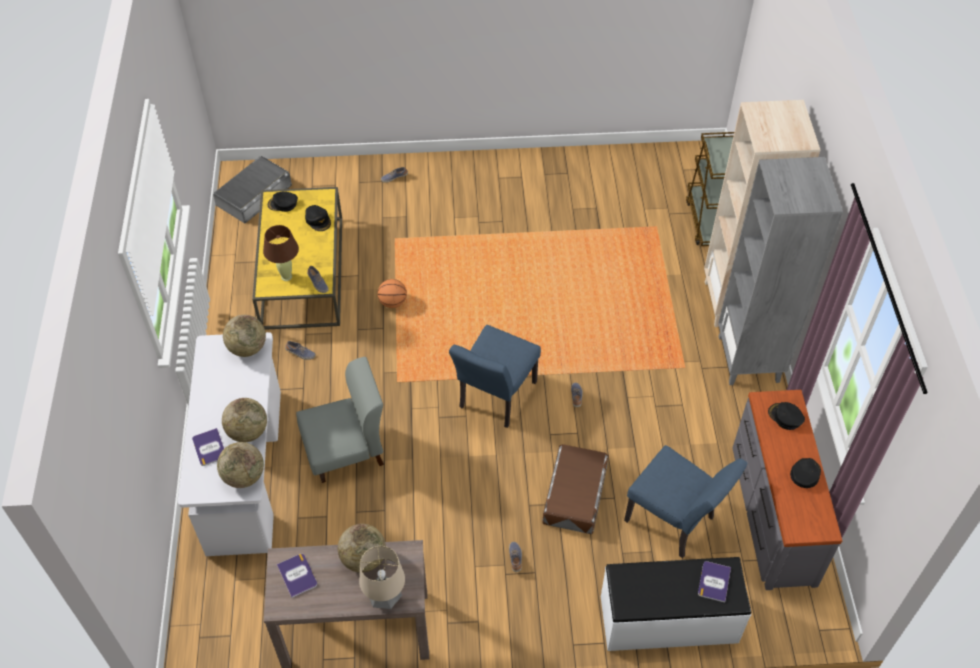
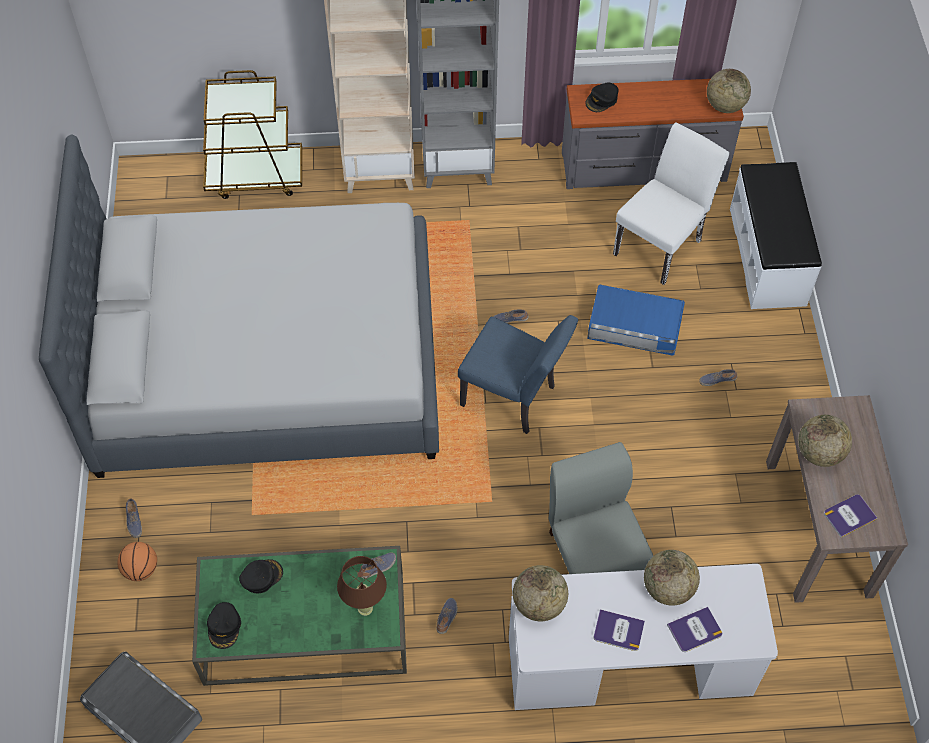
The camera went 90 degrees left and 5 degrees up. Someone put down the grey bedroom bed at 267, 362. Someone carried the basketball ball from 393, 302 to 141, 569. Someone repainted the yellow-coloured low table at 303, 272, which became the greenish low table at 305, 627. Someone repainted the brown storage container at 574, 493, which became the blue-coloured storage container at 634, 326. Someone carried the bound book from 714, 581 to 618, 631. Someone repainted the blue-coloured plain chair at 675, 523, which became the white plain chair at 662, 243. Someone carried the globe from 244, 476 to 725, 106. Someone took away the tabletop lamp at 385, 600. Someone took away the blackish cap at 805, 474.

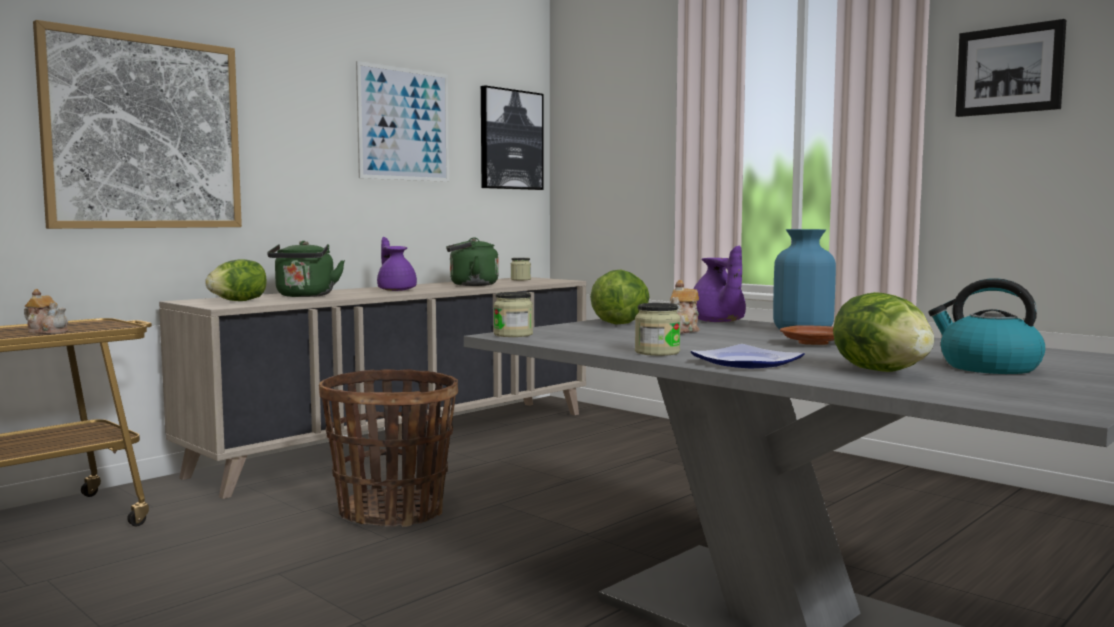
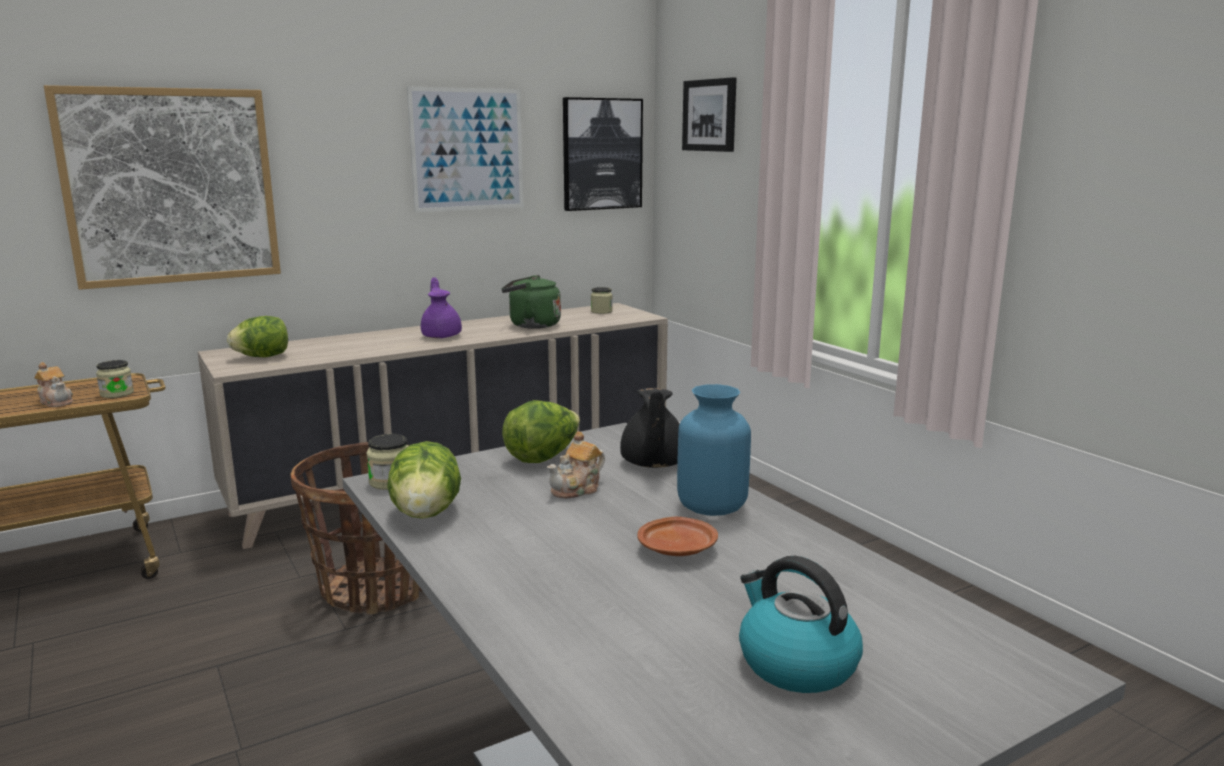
The camera went 15 degrees right and 10 degrees up. Someone carried the jar from 657, 352 to 117, 394. Someone carried the lettuce head from 881, 371 to 426, 514. Someone repainted the purple-coloured tea pot at 717, 322, which became the blackish tea pot at 651, 463. Someone carried the wall picture from 1009, 70 to 710, 115. Someone took away the greenish water kettle at 304, 296. Someone took away the plate at 744, 363.

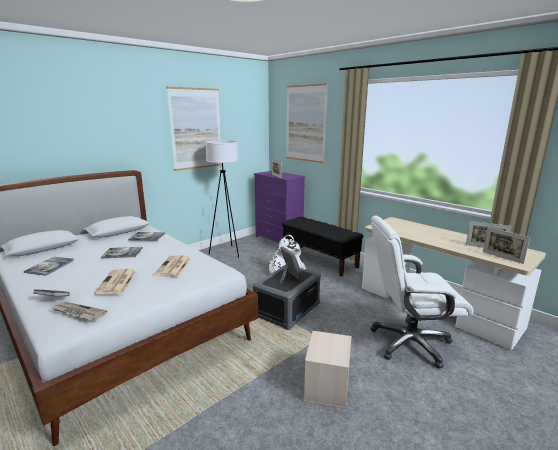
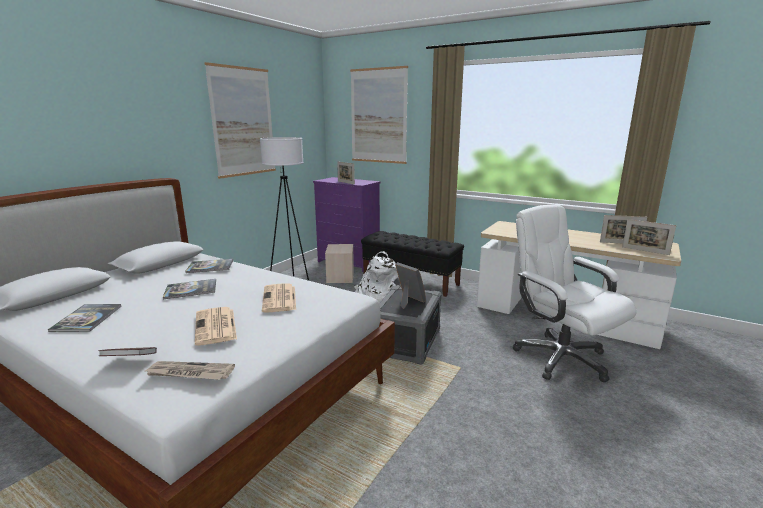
The camera went 15 degrees left and 0 degrees up. Someone carried the beige storage container from 328, 387 to 340, 277. Someone rotated the white office chair at 409, 343 by 75 degrees clockwise.

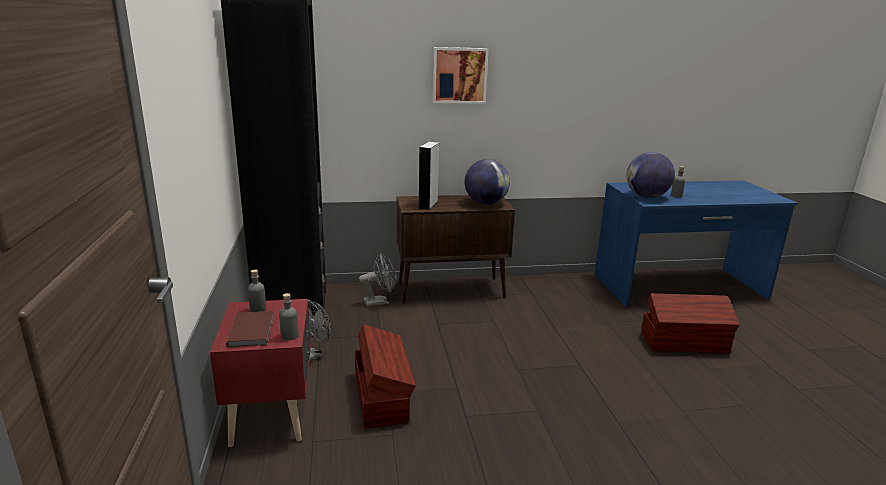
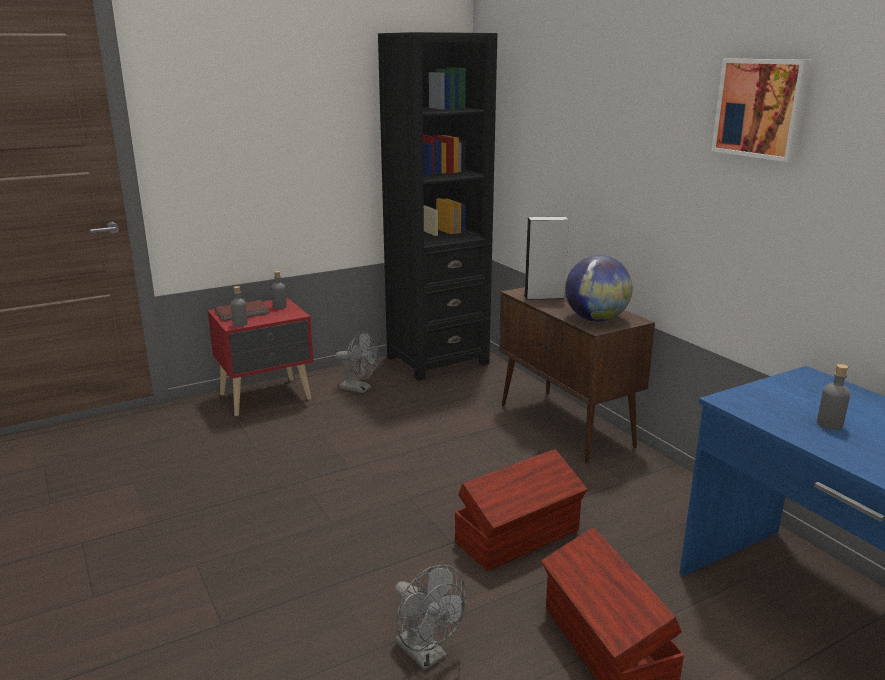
The camera went 70 degrees right and 0 degrees up. Someone carried the grey electric fan from 380, 302 to 426, 655. Someone carried the brown storage container from 382, 396 to 519, 536. Someone carried the wall picture from 459, 75 to 762, 108. Someone took away the globe at 646, 196.

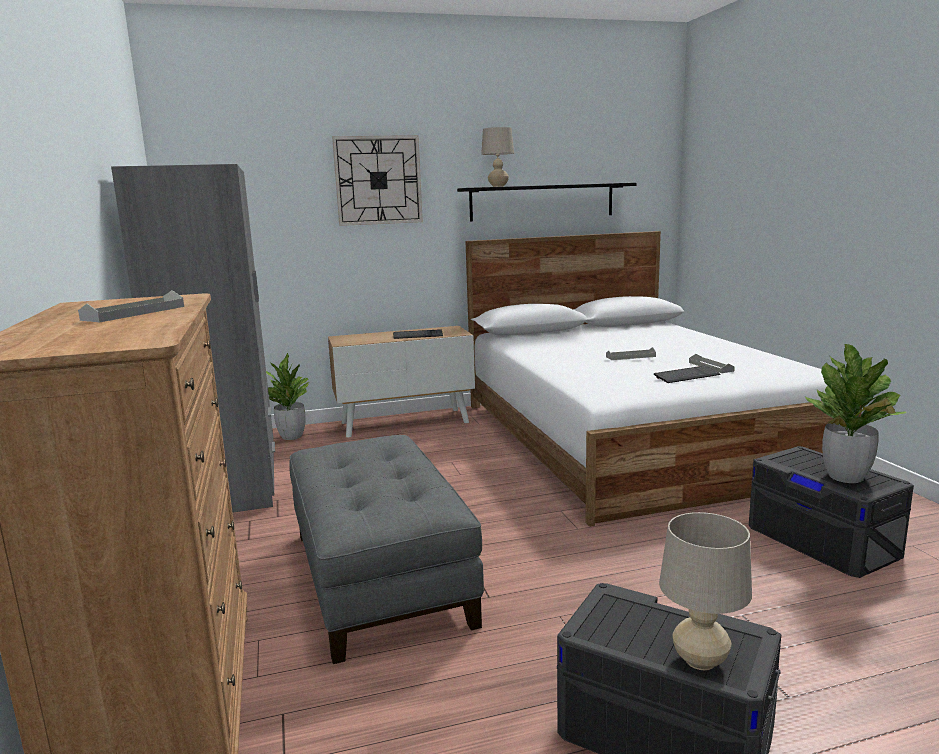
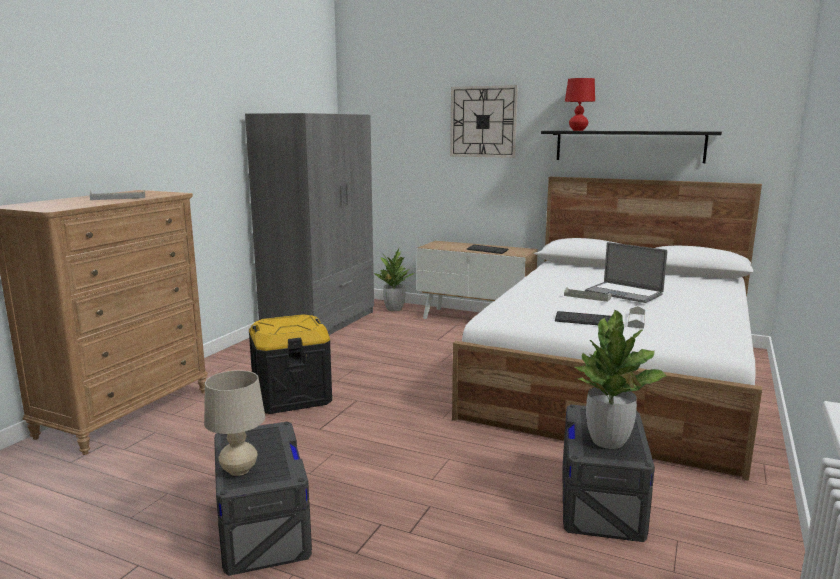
The camera went 40 degrees right and 0 degrees up. Someone swapped the grey ottoman at 377, 577 for the blackish storage container at 291, 396. Someone repainted the beige tabletop lamp at 498, 186, which became the red tabletop lamp at 578, 130. Someone put down the notebook computer at 623, 293.

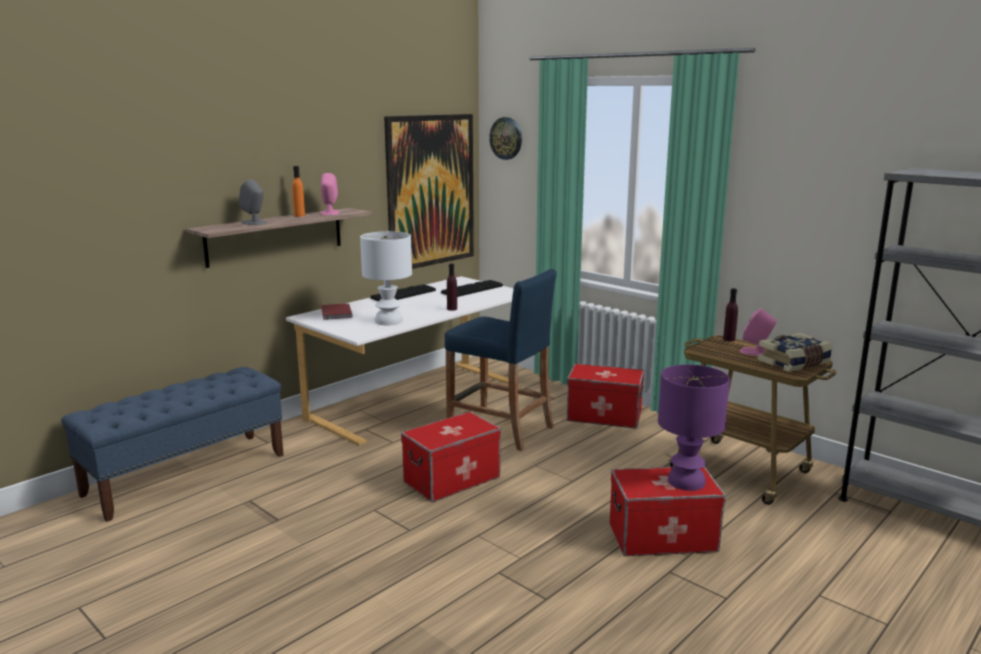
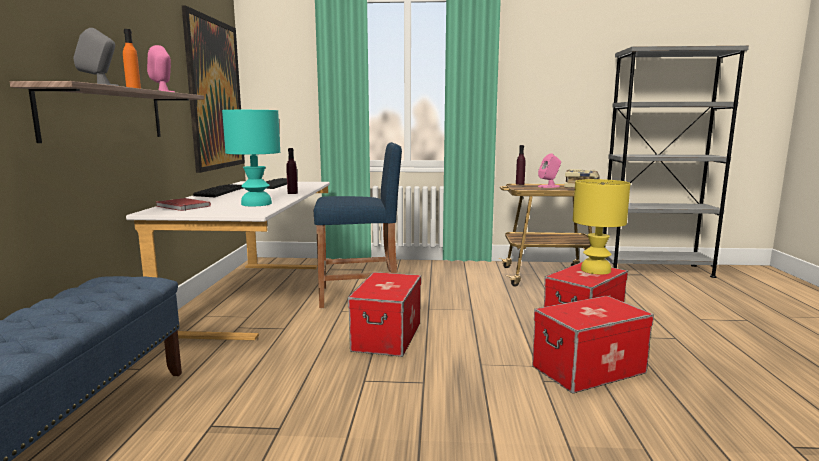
The camera went 40 degrees left and 5 degrees down. Someone repainted the white tabletop lamp at 388, 321, which became the blue-green tabletop lamp at 256, 204. Someone carried the storage container from 604, 416 to 588, 369. Someone repainted the purple-coloured tabletop lamp at 685, 481, which became the yellow-coloured tabletop lamp at 594, 270. Someone took away the clock on the wall at 506, 138.

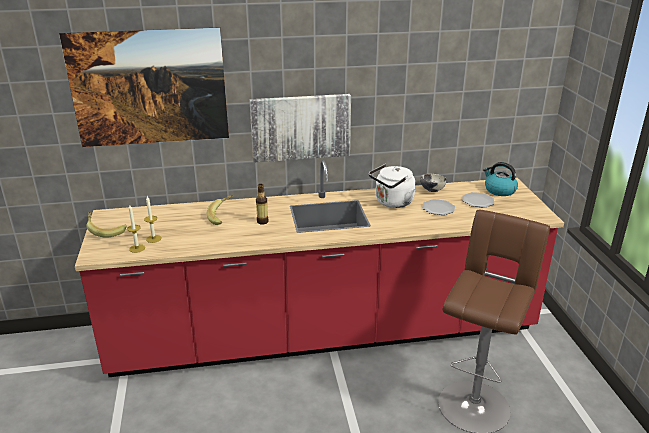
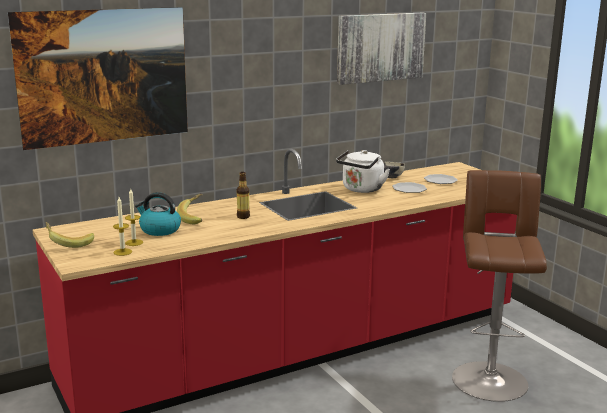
The camera went 20 degrees left and 10 degrees down. Someone carried the water kettle from 499, 190 to 159, 230. Someone carried the wall picture from 300, 127 to 380, 47.

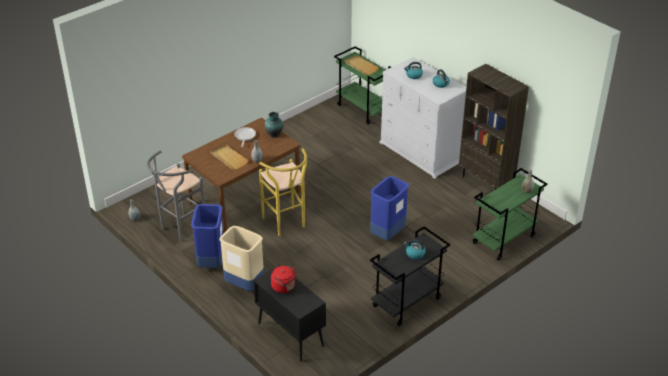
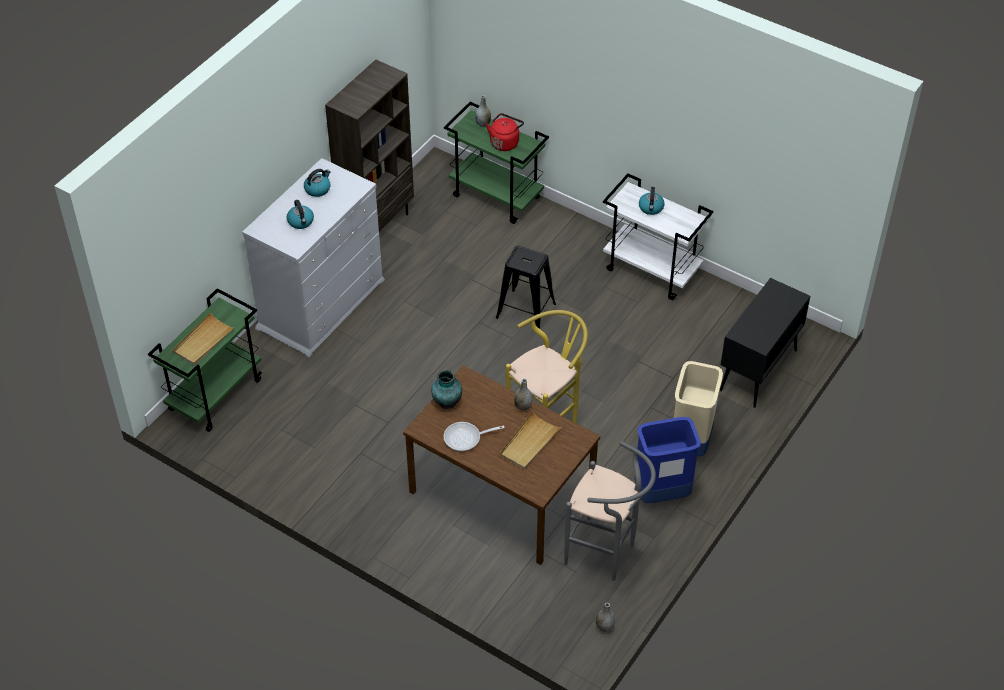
The camera went 105 degrees left and 10 degrees up. Someone carried the red water kettle from 284, 287 to 505, 142. Someone swapped the blue-coloured rubbish bin at 387, 234 for the blackish sitting stool at 526, 311. Someone repainted the blackish trolley at 406, 303, which became the white trolley at 652, 271.

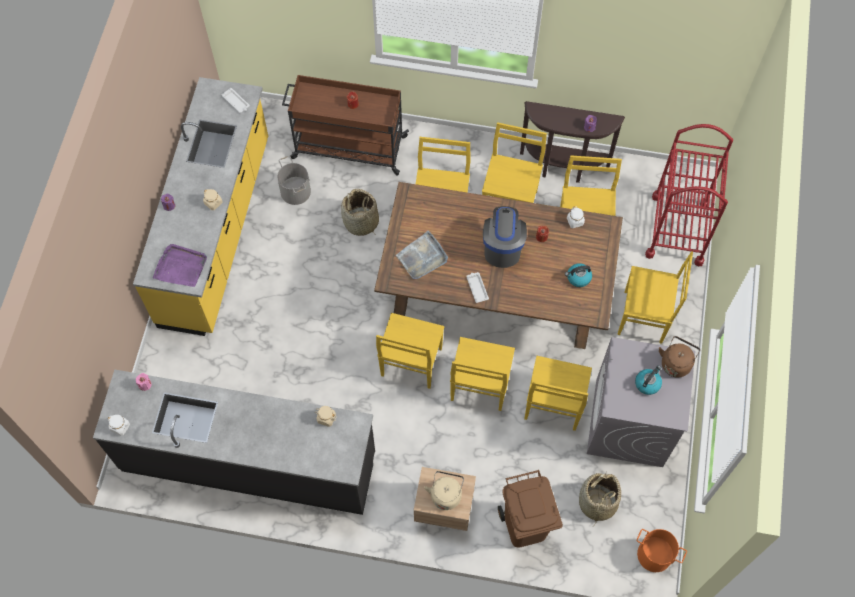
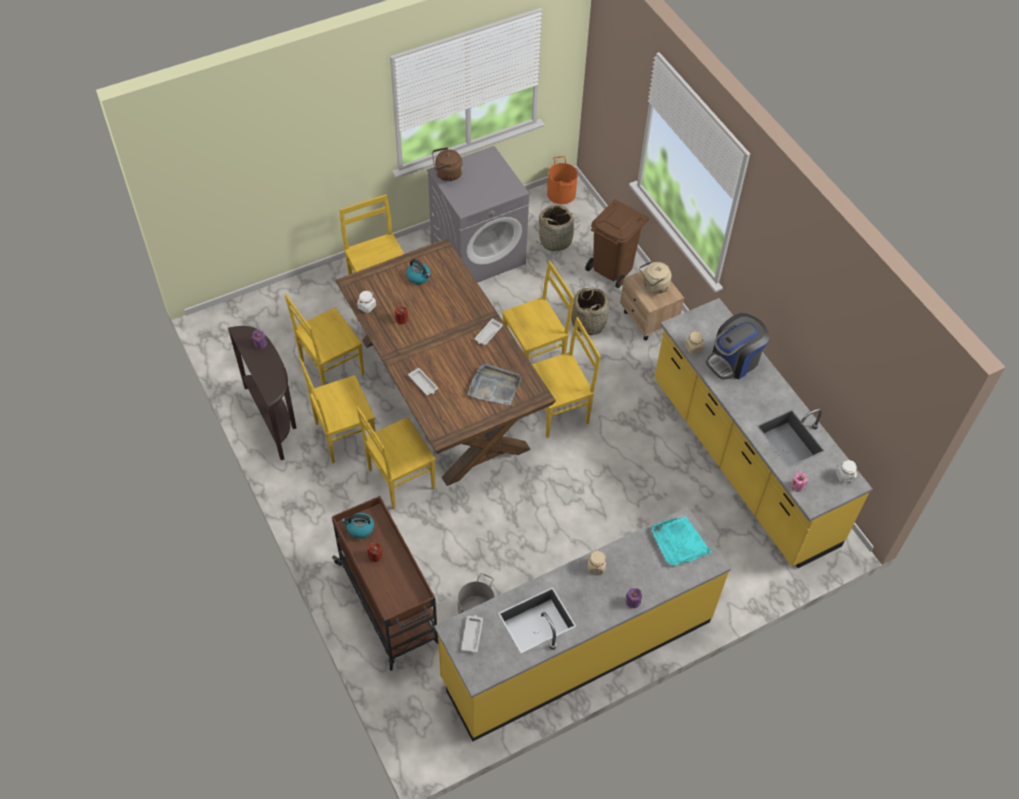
The camera went 130 degrees left and 10 degrees down. Someone carried the water kettle from 647, 383 to 360, 528. Someone put down the white serving tray at 423, 383. Someone carried the basket from 361, 222 to 588, 322. Someone repainted the purple-coloured serving tray at 181, 267, which became the blue-green serving tray at 679, 542. Someone repainted the blackish counter at 249, 461, which became the yellow-coloured counter at 742, 463. Someone carried the coffee maker from 502, 246 to 734, 360. Someone took away the yellow-coloured plain chair at 553, 405. Someone took away the red trolley at 677, 229.

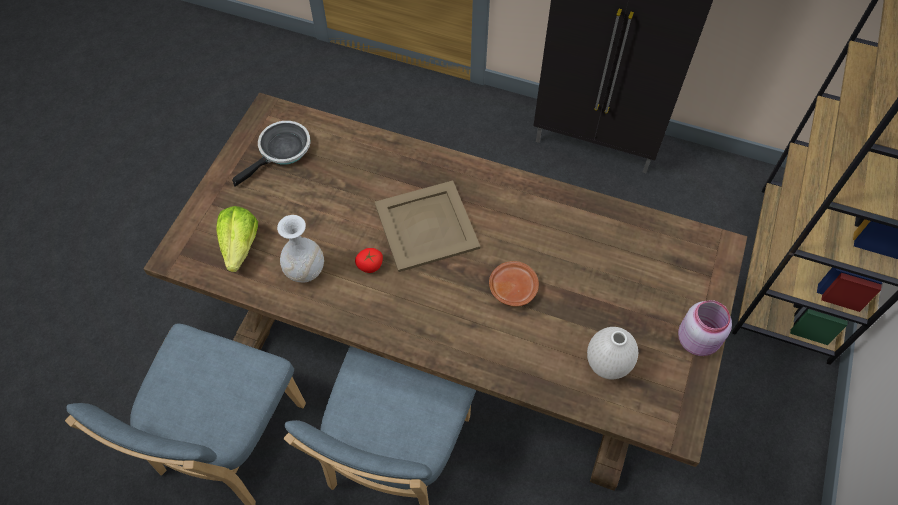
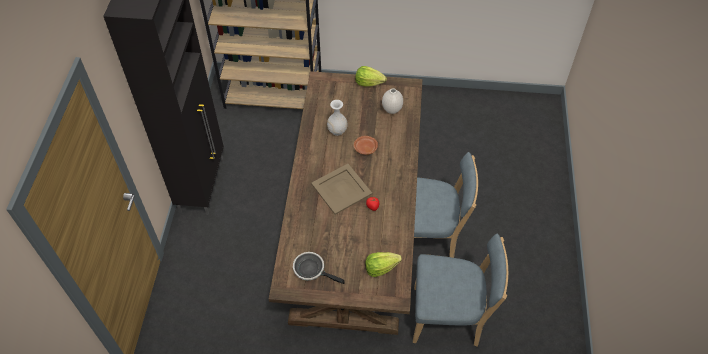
The camera went 105 degrees left and 5 degrees down. Someone carried the white flower vase from 306, 271 to 337, 130. Someone swapped the pink jar at 698, 340 for the lettuce head at 369, 83.

